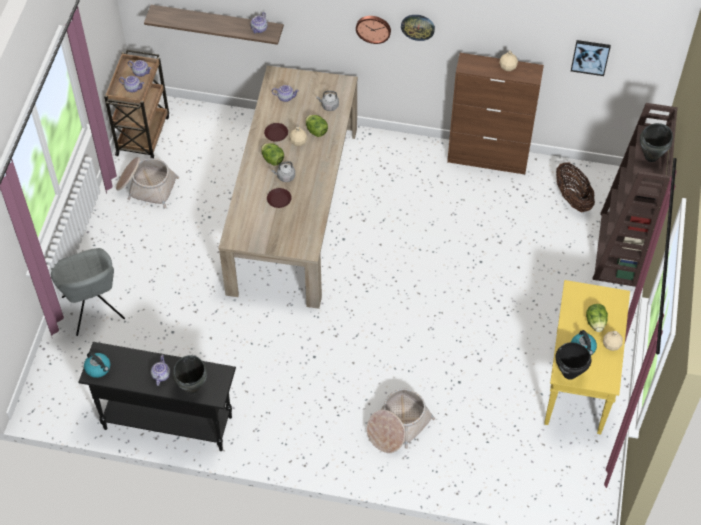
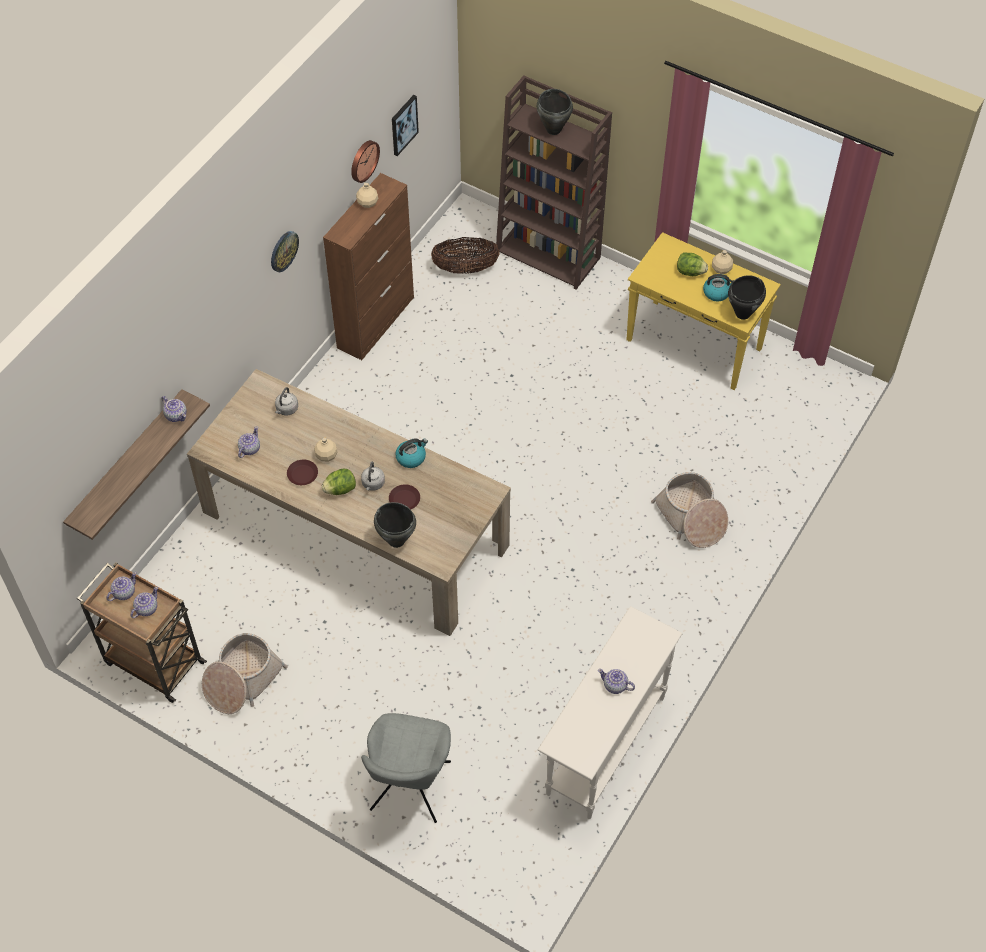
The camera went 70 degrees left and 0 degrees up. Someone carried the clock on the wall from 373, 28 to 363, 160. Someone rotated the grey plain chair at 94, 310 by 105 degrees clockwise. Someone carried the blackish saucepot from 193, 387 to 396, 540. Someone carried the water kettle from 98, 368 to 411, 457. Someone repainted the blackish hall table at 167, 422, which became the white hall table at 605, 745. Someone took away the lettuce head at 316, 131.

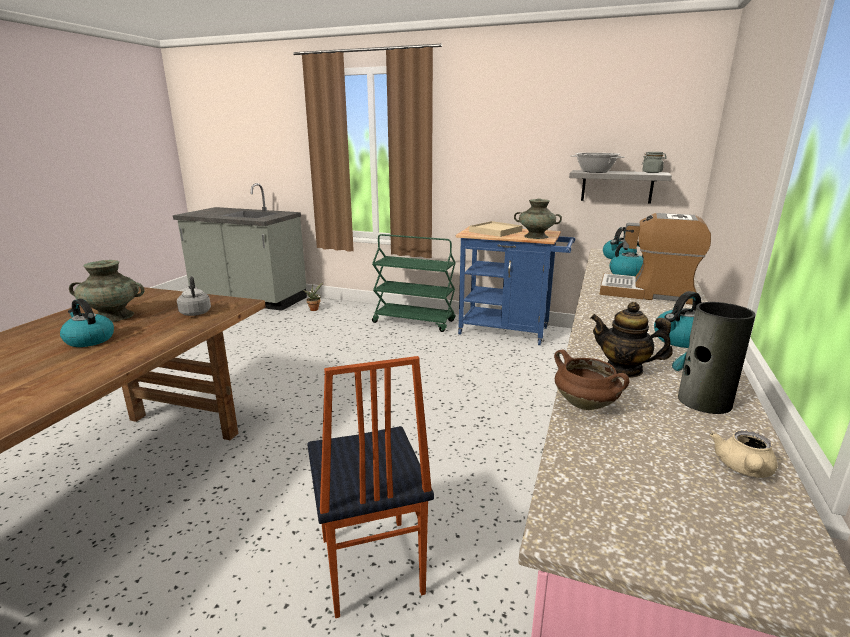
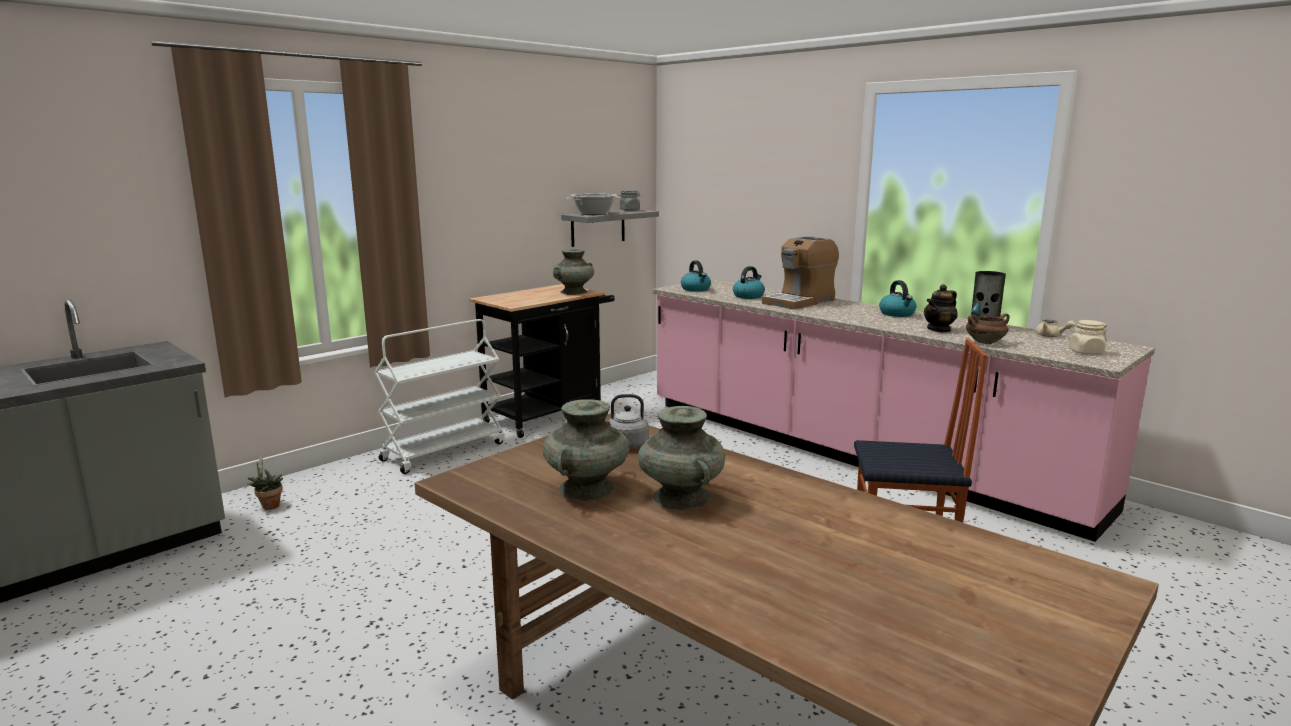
The camera went 65 degrees left and 5 degrees down. Someone repainted the greenish trolley at 414, 321, which became the white trolley at 444, 451. Someone repainted the blue-coloured trolley at 510, 331, which became the blackish trolley at 549, 415. Someone swapped the water kettle at 89, 340 for the blue-green flower vase at 681, 497. Someone put down the beige jar at 1085, 352. Someone took away the beige serving tray at 495, 231.

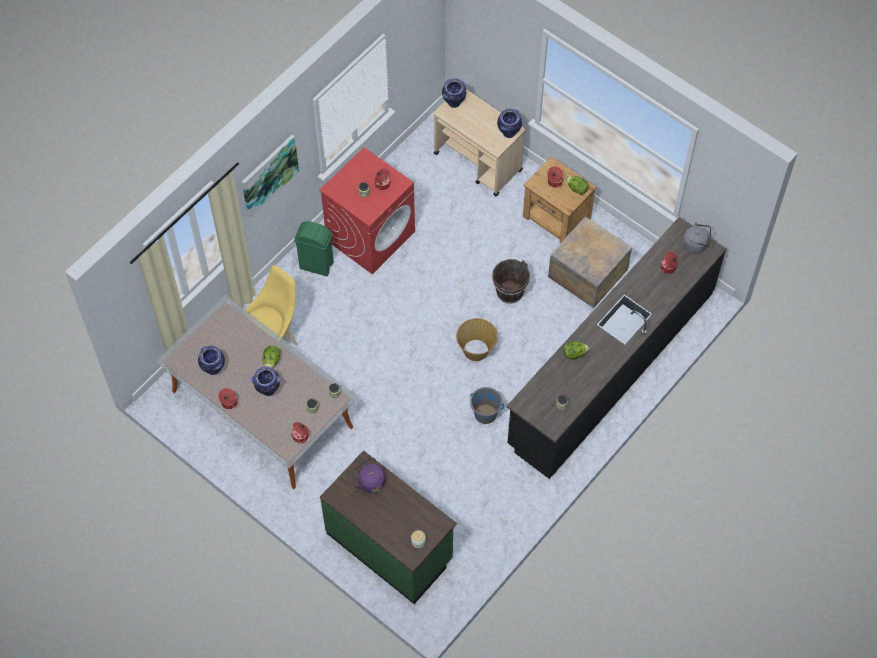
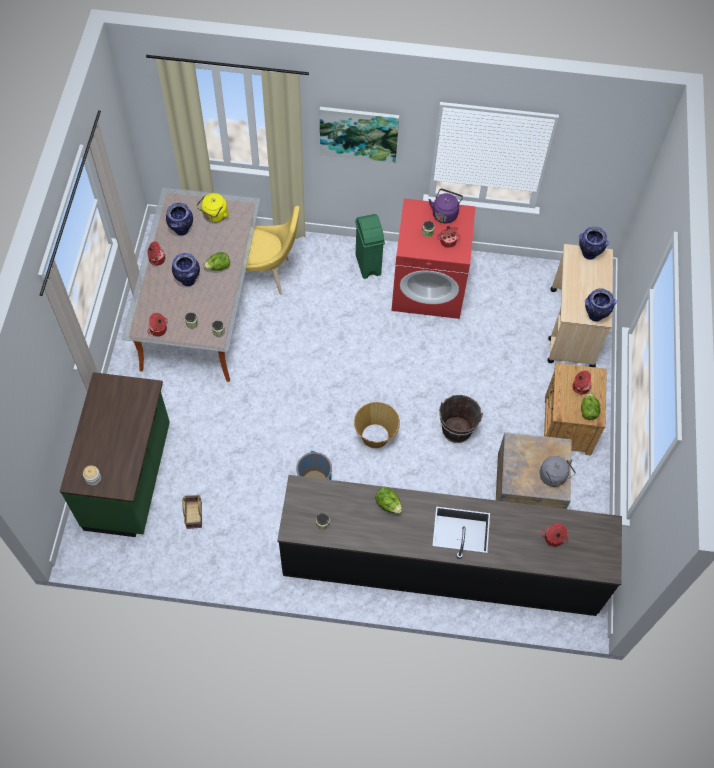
The camera went 55 degrees right and 0 degrees up. Someone put down the basket at 194, 515. Someone put down the yellow-coloured water kettle at 214, 216. Someone carried the purple-coloured water kettle from 370, 481 to 445, 213. Someone carried the grey water kettle from 696, 245 to 554, 477.

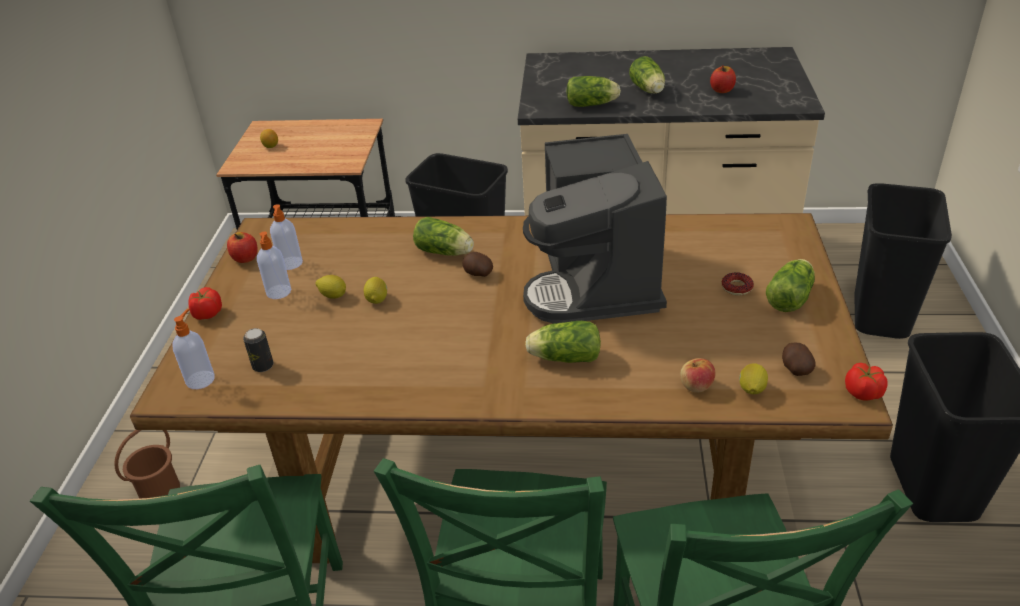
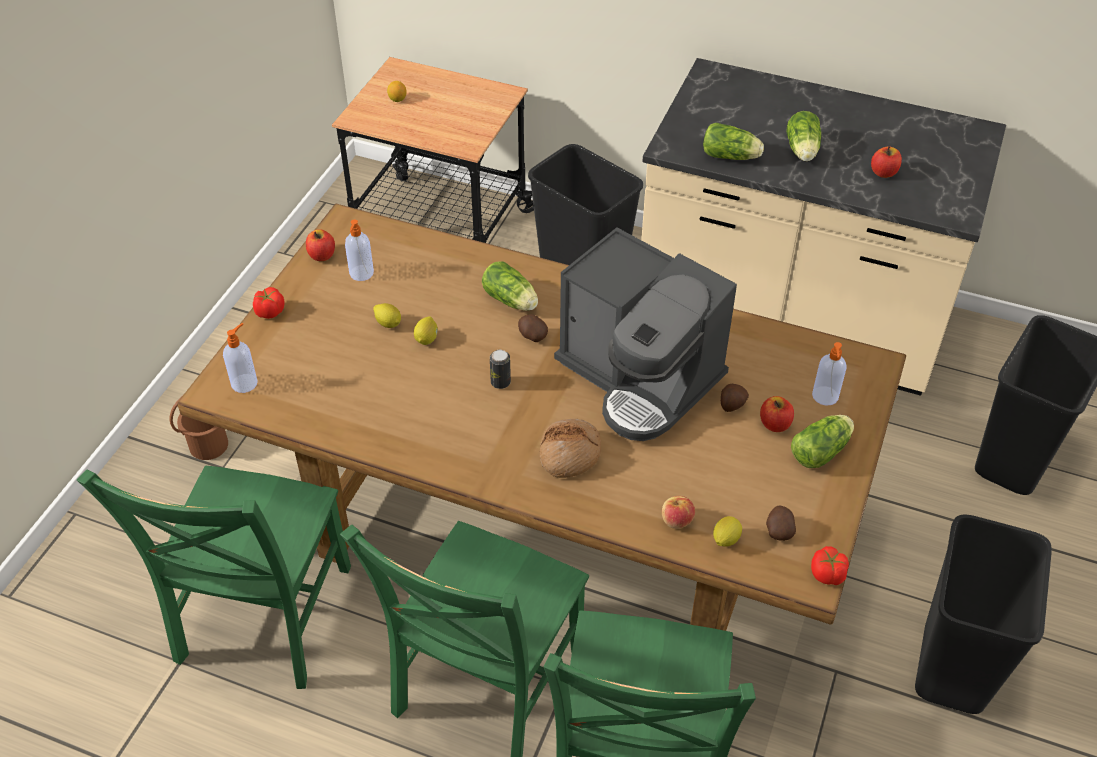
The camera went 15 degrees right and 10 degrees up. Someone carried the can from 263, 366 to 500, 382. Someone swapped the lettuce head at 563, 357 for the bakery bread at 570, 454. Someone rotated the coffee maker at 595, 282 by 60 degrees counterclockwise. Someone put down the potato at 731, 405. Someone swapped the ring doughnut at 736, 287 for the whole apple at 775, 424. Someone carried the liquid soap bottle from 278, 292 to 825, 397.

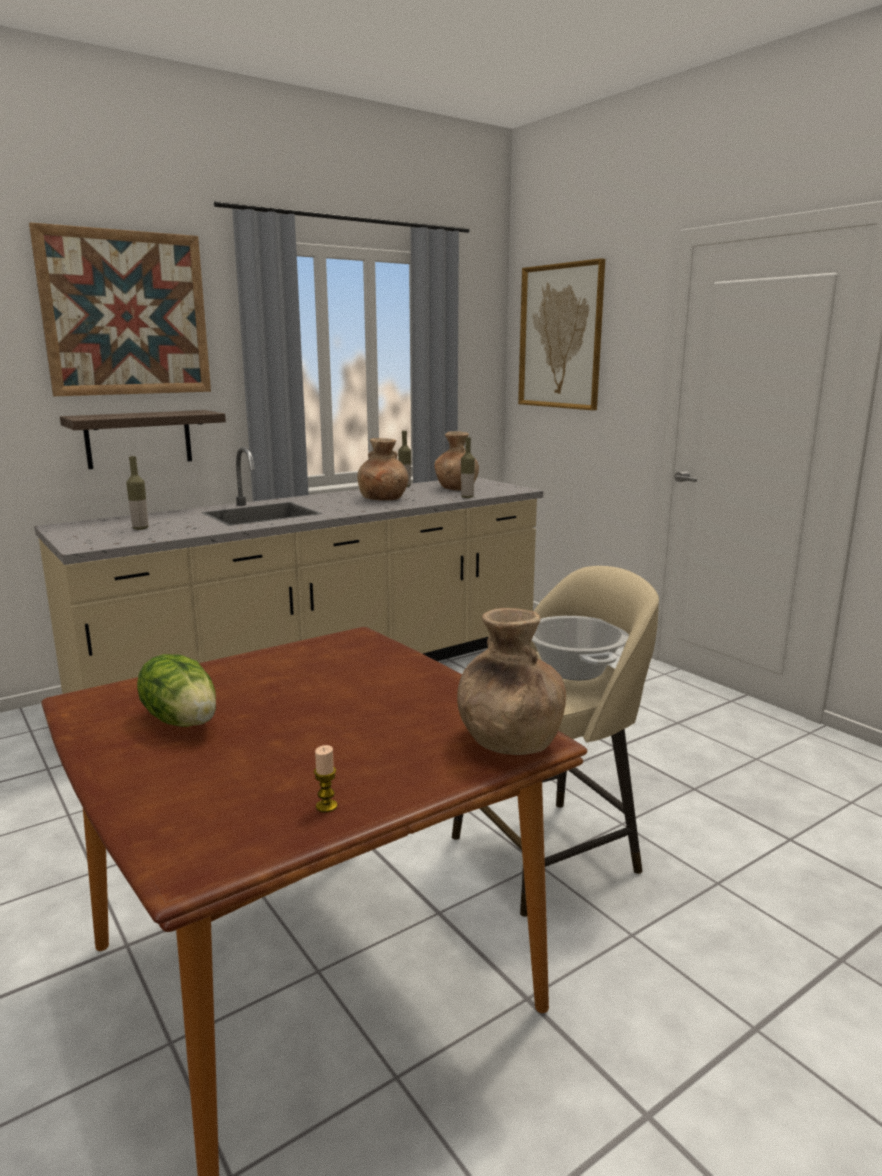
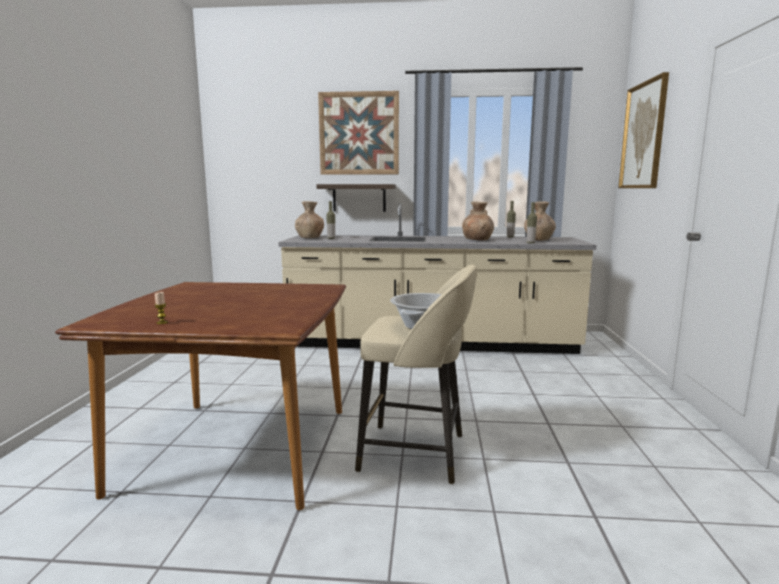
The camera went 40 degrees right and 5 degrees down. Someone carried the brown flower vase from 508, 740 to 310, 238. Someone took away the lettuce head at 183, 720.

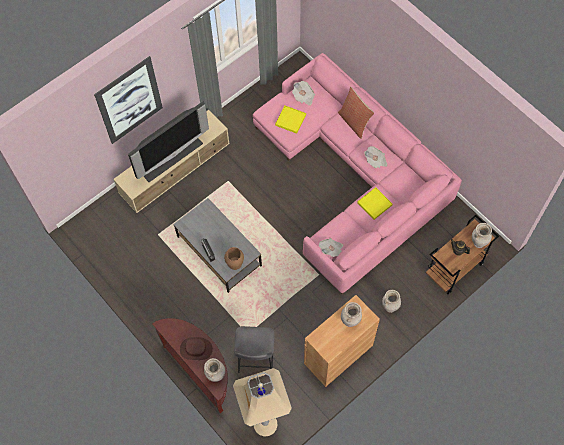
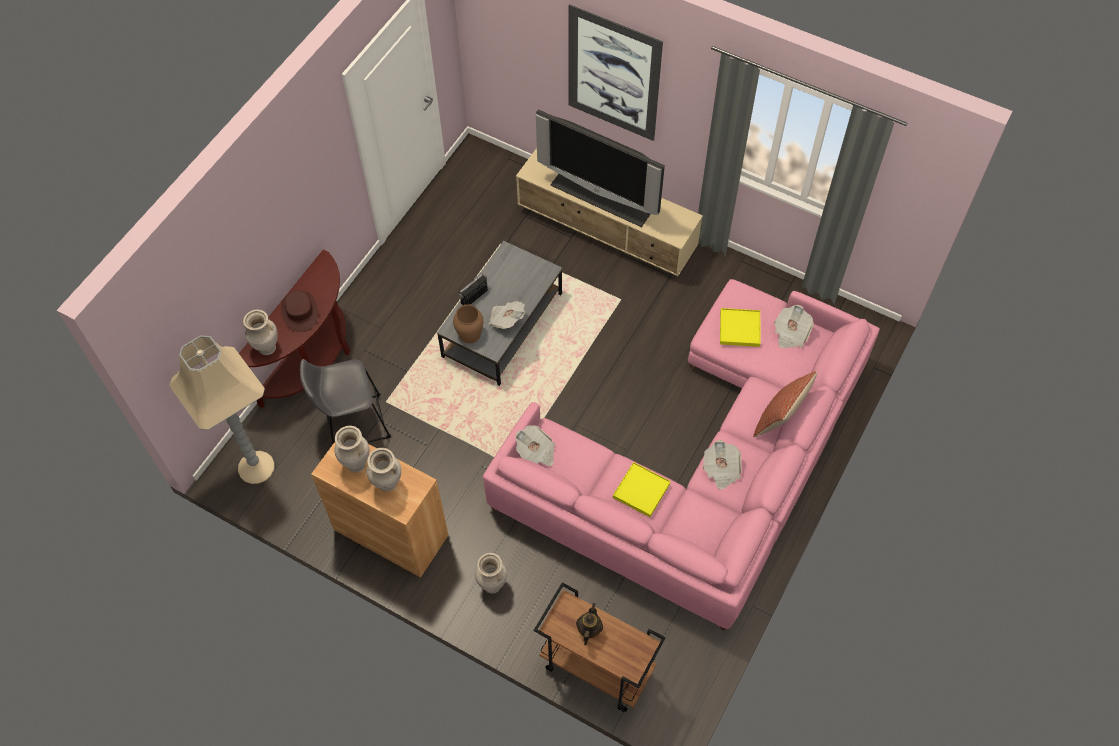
The camera went 70 degrees right and 5 degrees down. Someone carried the beige flower vase from 478, 243 to 356, 464. Someone put down the printed paper at 506, 319.

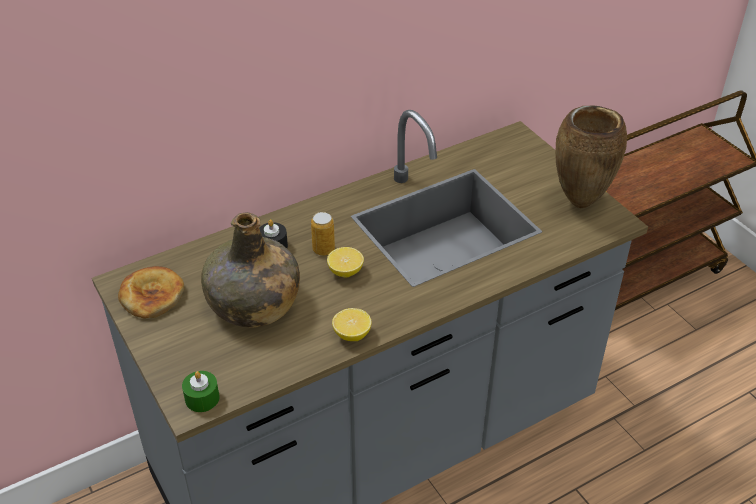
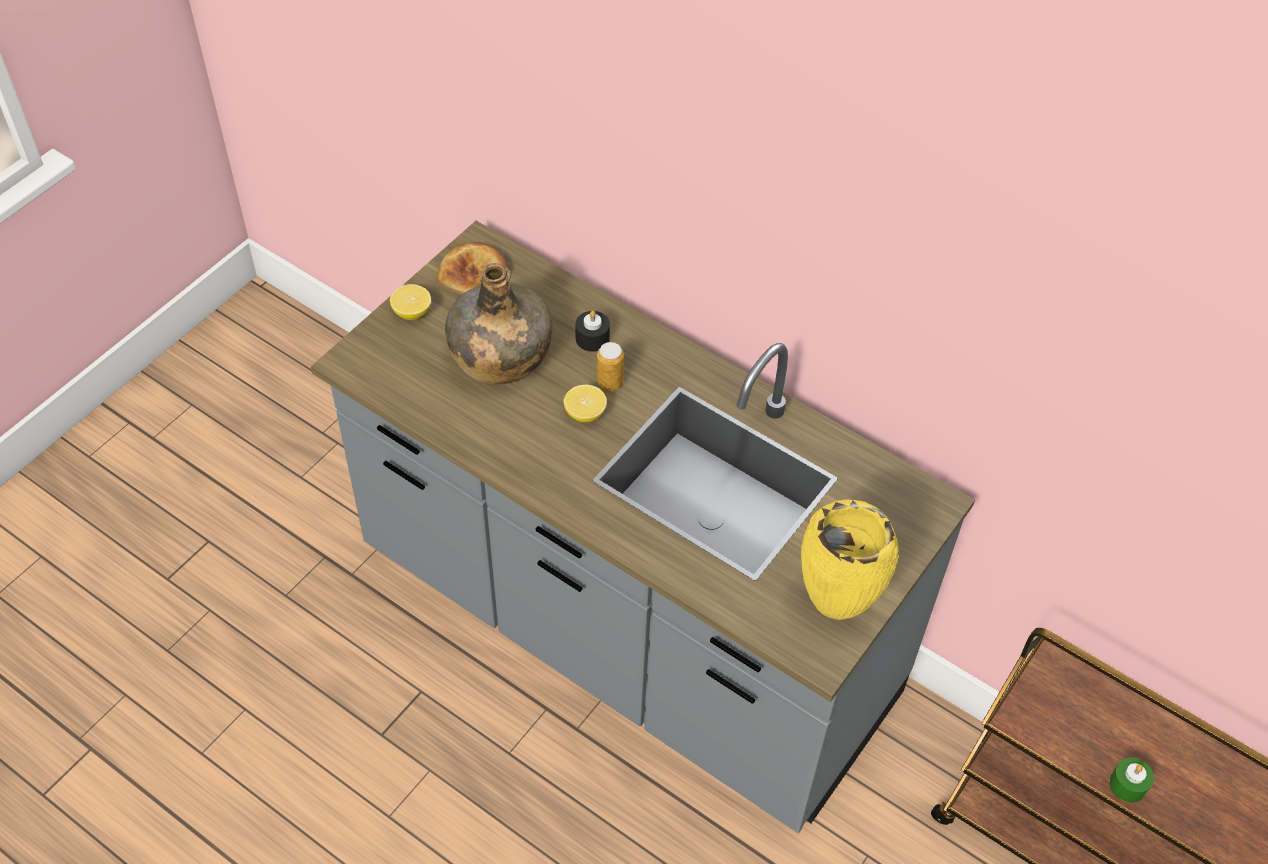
The camera went 65 degrees right and 10 degrees up. Someone carried the citrus fruit from 352, 334 to 412, 312. Someone repainted the brown flower vase at 579, 202, which became the yellow-coloured flower vase at 837, 607. Someone carried the greenish wax light from 202, 398 to 1128, 785.

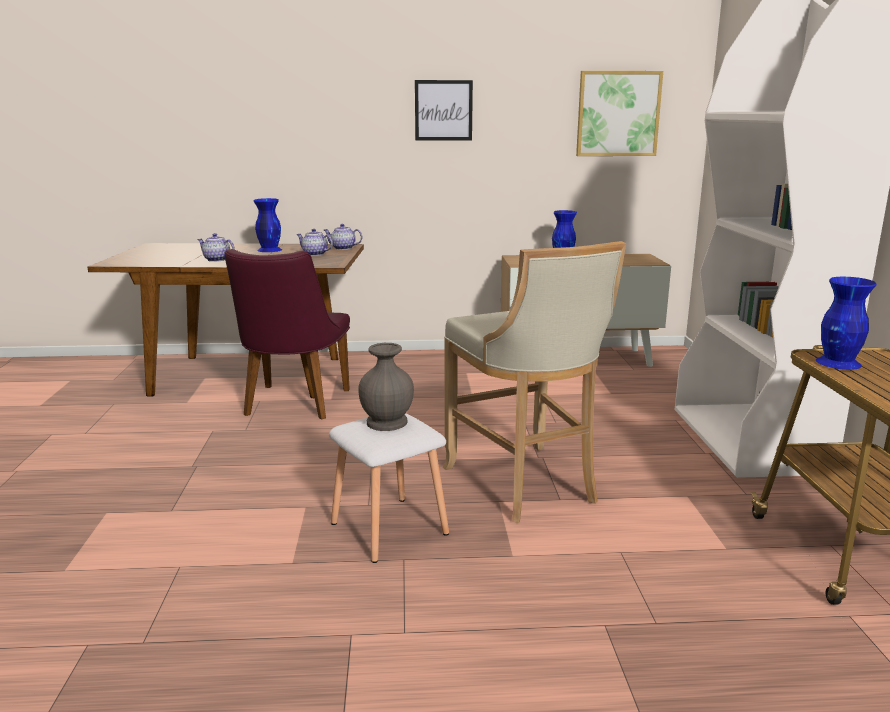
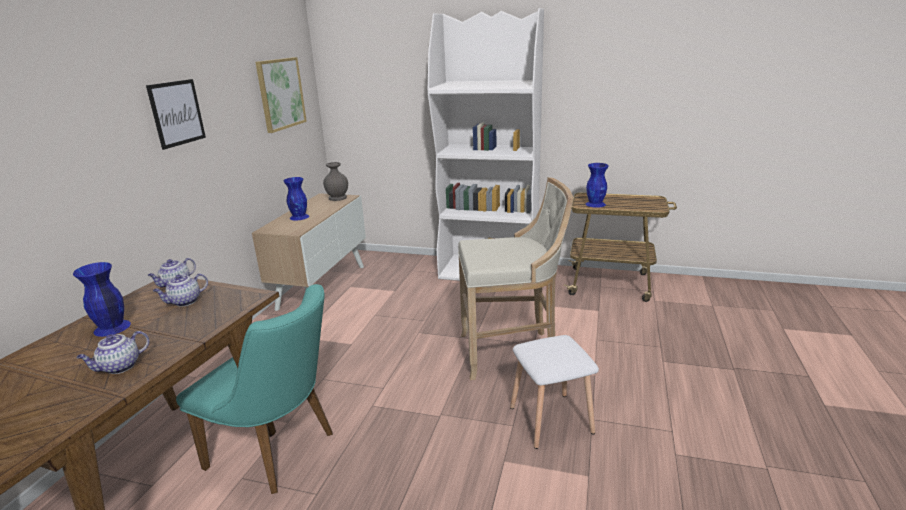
The camera went 70 degrees left and 5 degrees up. Someone repainted the purple-coloured plain chair at 292, 406, which became the blue-green plain chair at 280, 452. Someone carried the grey flower vase from 388, 422 to 337, 198.

